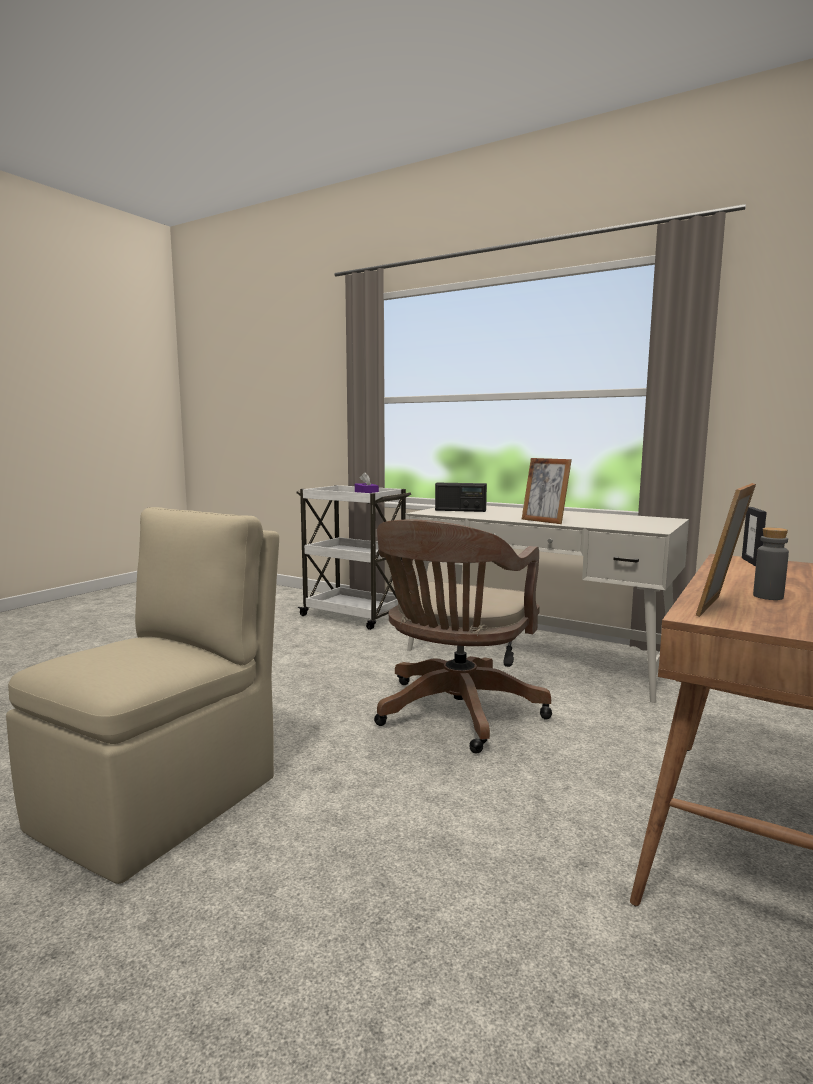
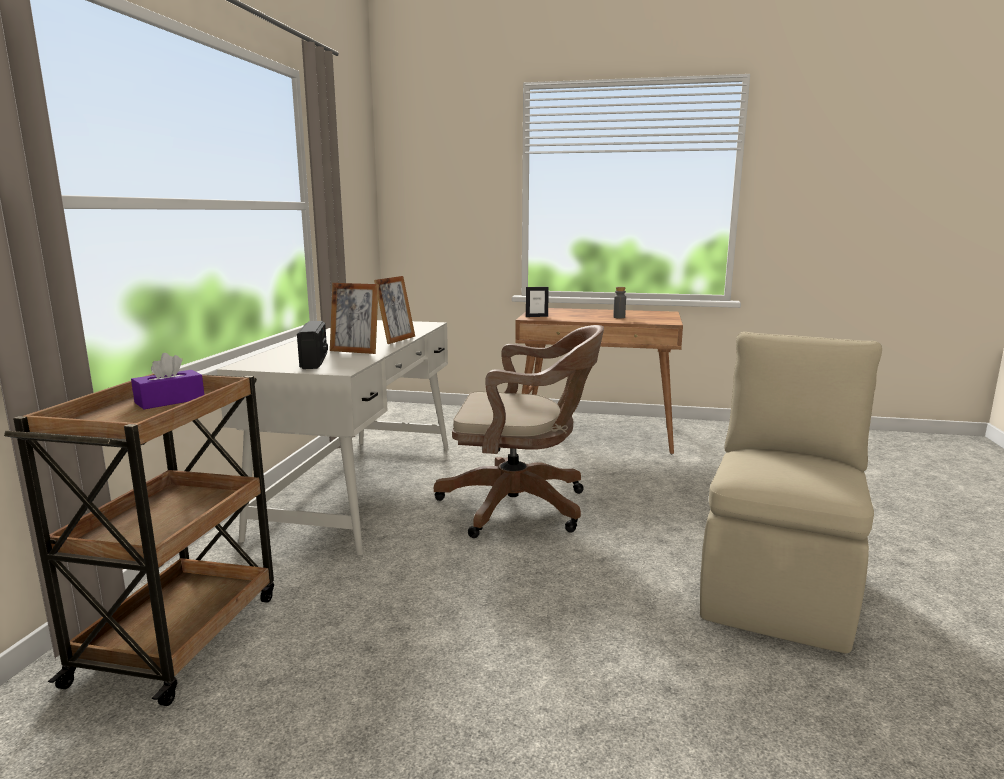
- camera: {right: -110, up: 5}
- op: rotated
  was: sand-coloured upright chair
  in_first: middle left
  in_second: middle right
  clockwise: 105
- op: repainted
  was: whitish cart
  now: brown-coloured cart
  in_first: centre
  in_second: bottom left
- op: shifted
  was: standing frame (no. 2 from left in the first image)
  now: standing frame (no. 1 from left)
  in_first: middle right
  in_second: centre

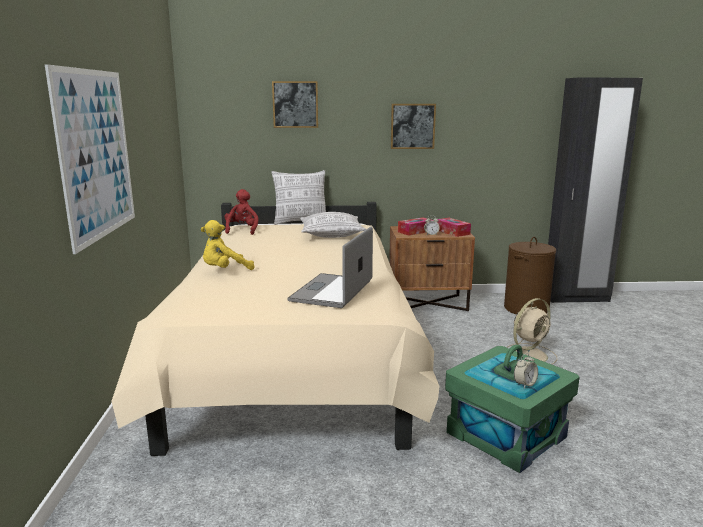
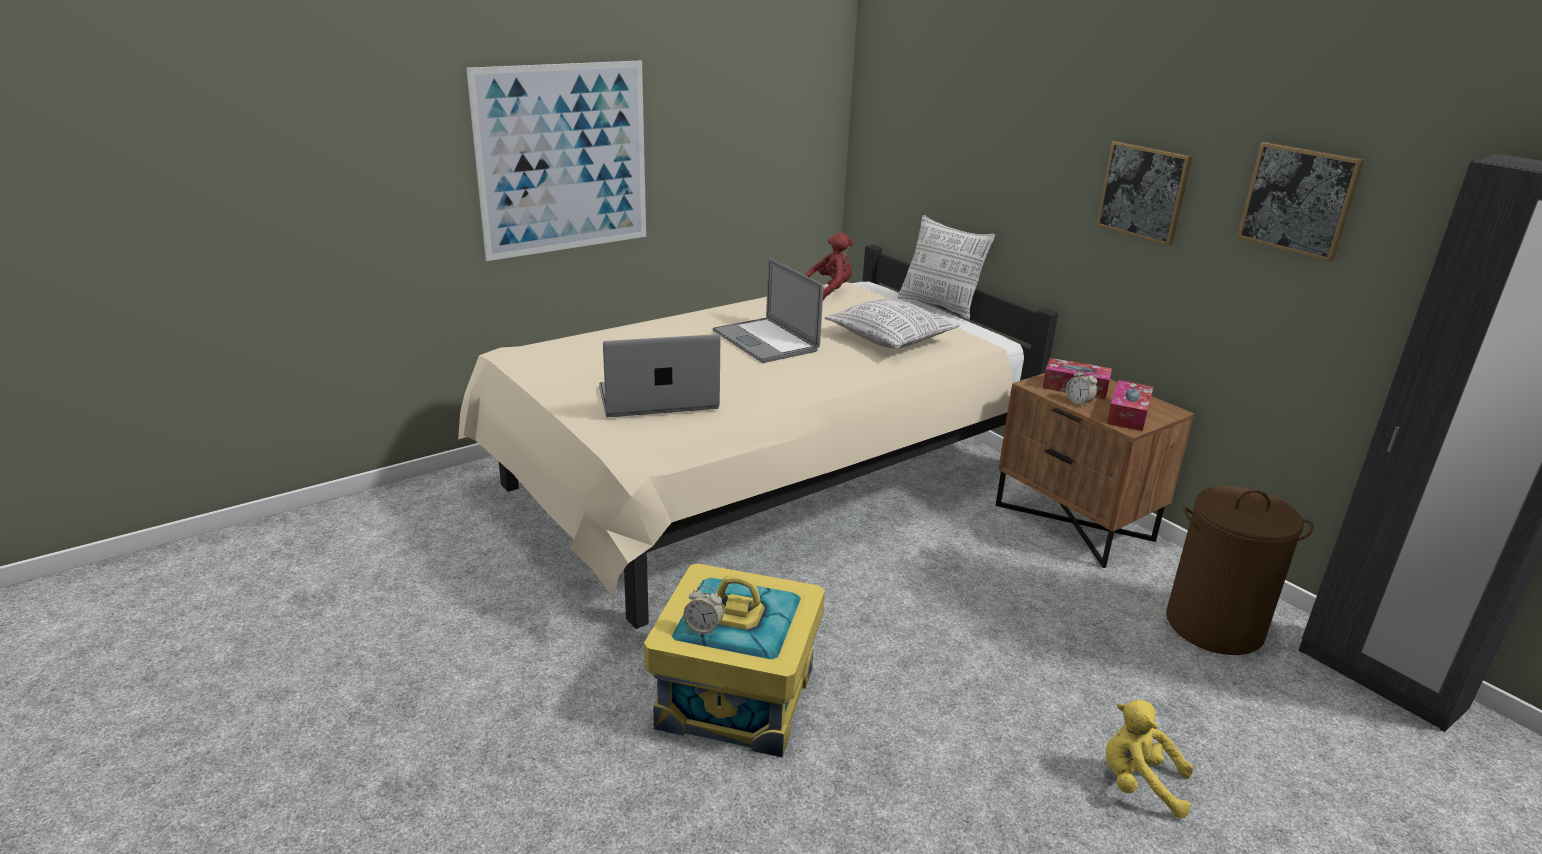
- camera: {right: 55, up: 10}
- op: shifted
  was: yellowish cuddly toy
  in_first: middle left
  in_second: bottom right
- op: shifted
  was: picture (no. 2 from left in the first image)
  now: picture (no. 3 from left)
  in_first: top centre
  in_second: top right
- op: repainted
  was: green-coloured storage container
  now: yellowish storage container
  in_first: bottom right
  in_second: bottom centre
- op: gone
  was: sand-coloured cooling fan
  in_first: middle right
- op: new
  now: laptop (no. 2 from left)
  in_second: centre

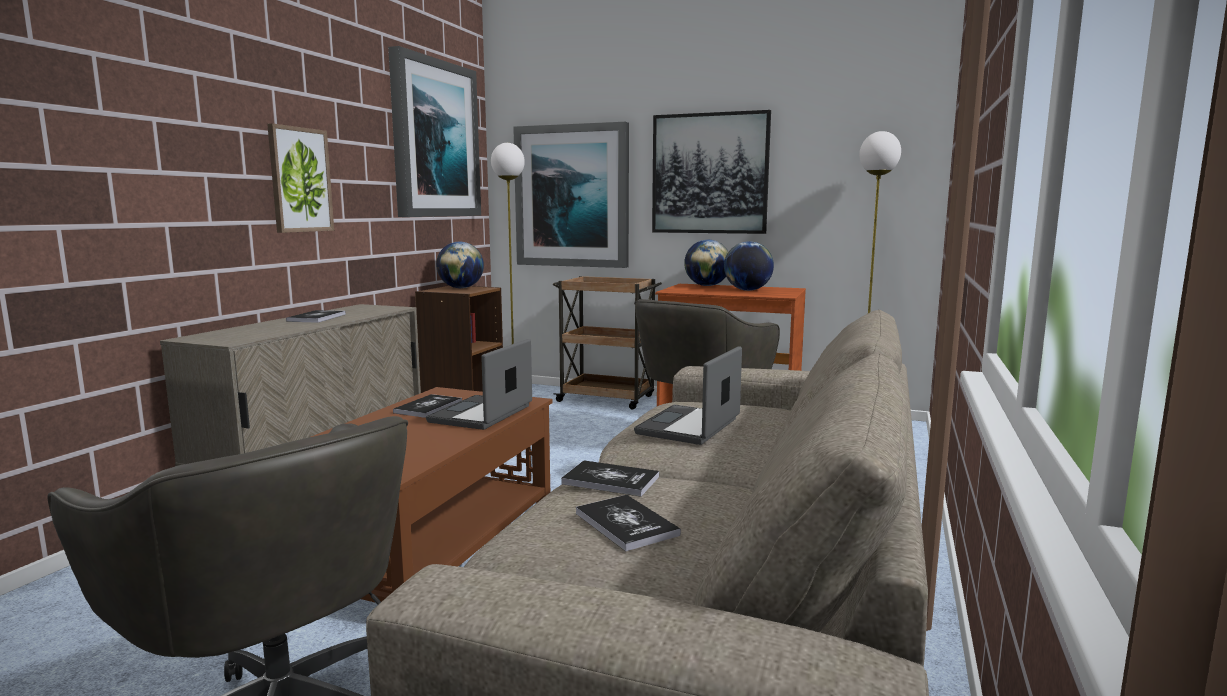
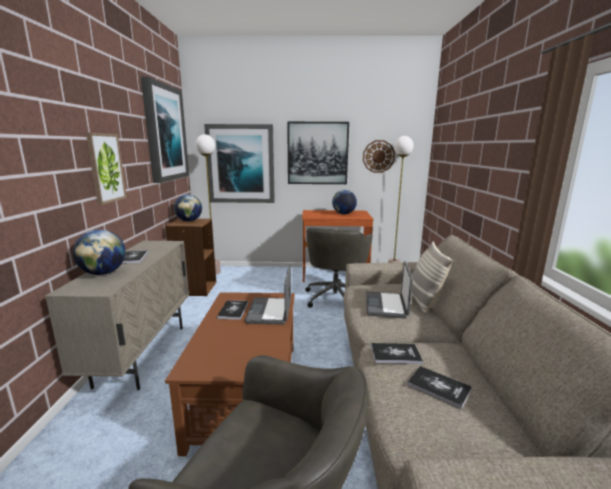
- camera: {right: -20, up: 5}
- op: gone
  was: brown-coloured cart
  in_first: centre
- op: shifted
  was: world globe (no. 2 from left in the first image)
  now: world globe (no. 1 from left)
  in_first: centre
  in_second: middle left
- op: new
  now: wall clock
  in_second: top centre
- op: new
  now: throw pillow
  in_second: middle right

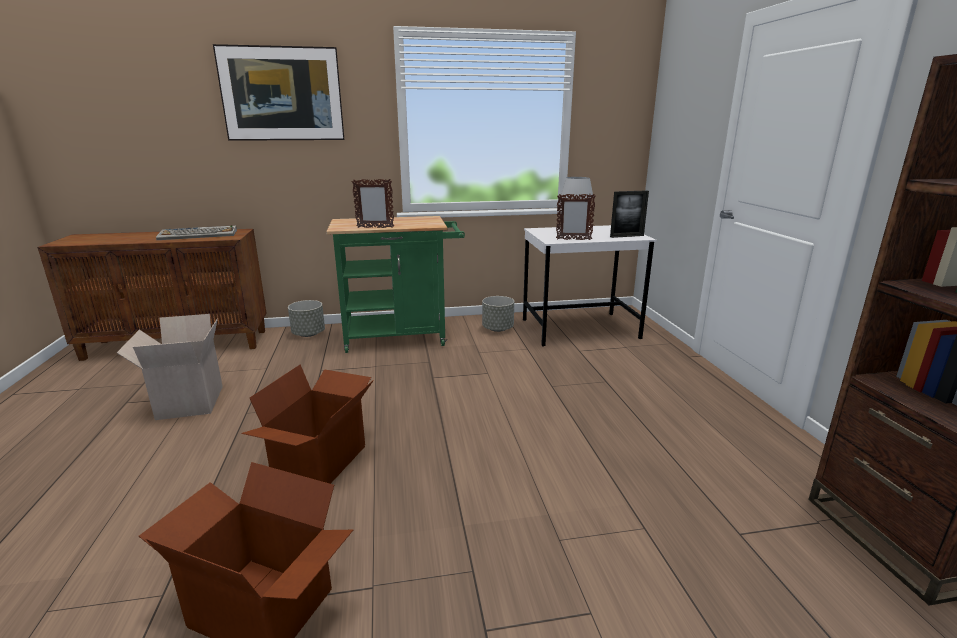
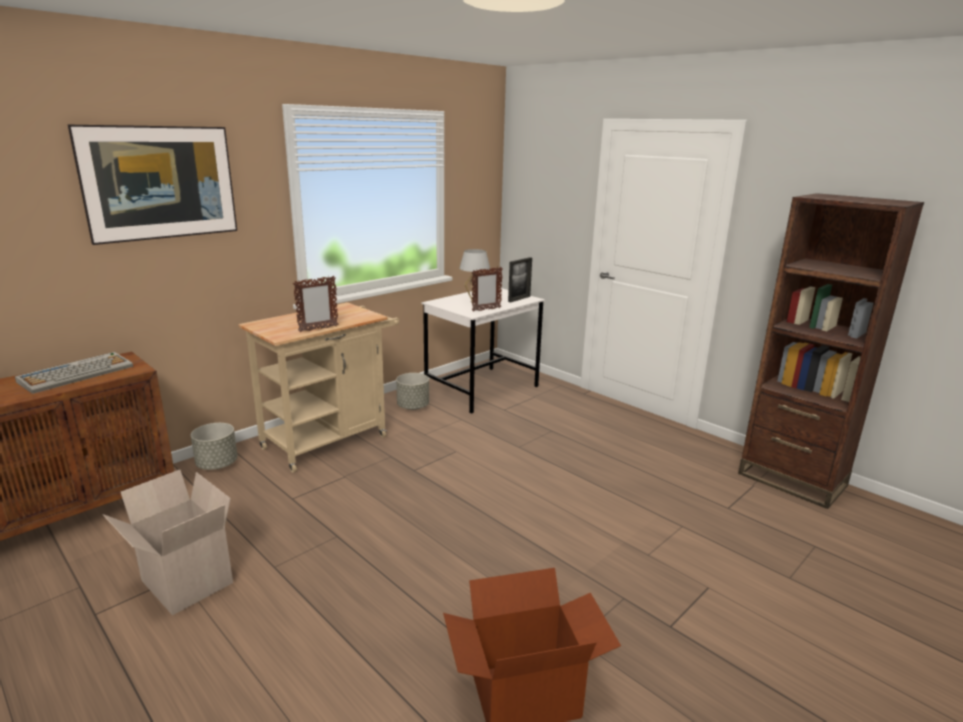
- camera: {right: -35, up: 0}
- op: gone
  was: cardboard box (no. 3 from left)
  in_first: middle left
- op: repainted
  was: green-coloured cart
  now: sand-coloured cart
  in_first: centre
  in_second: middle left

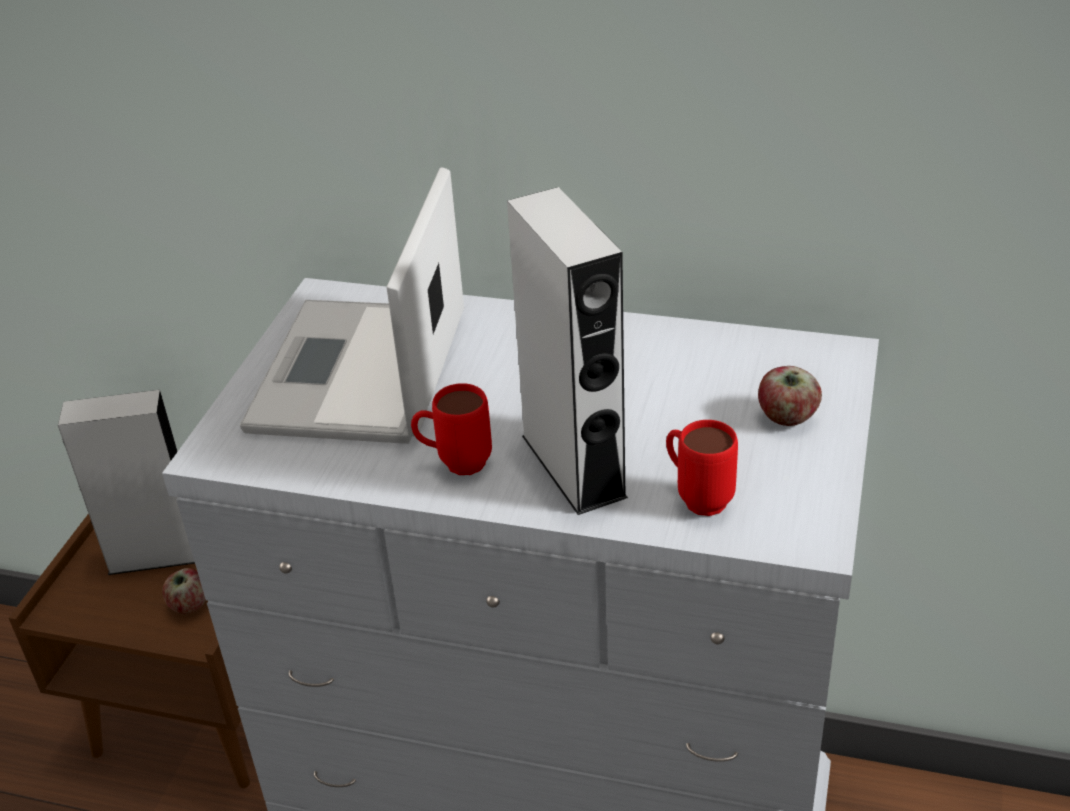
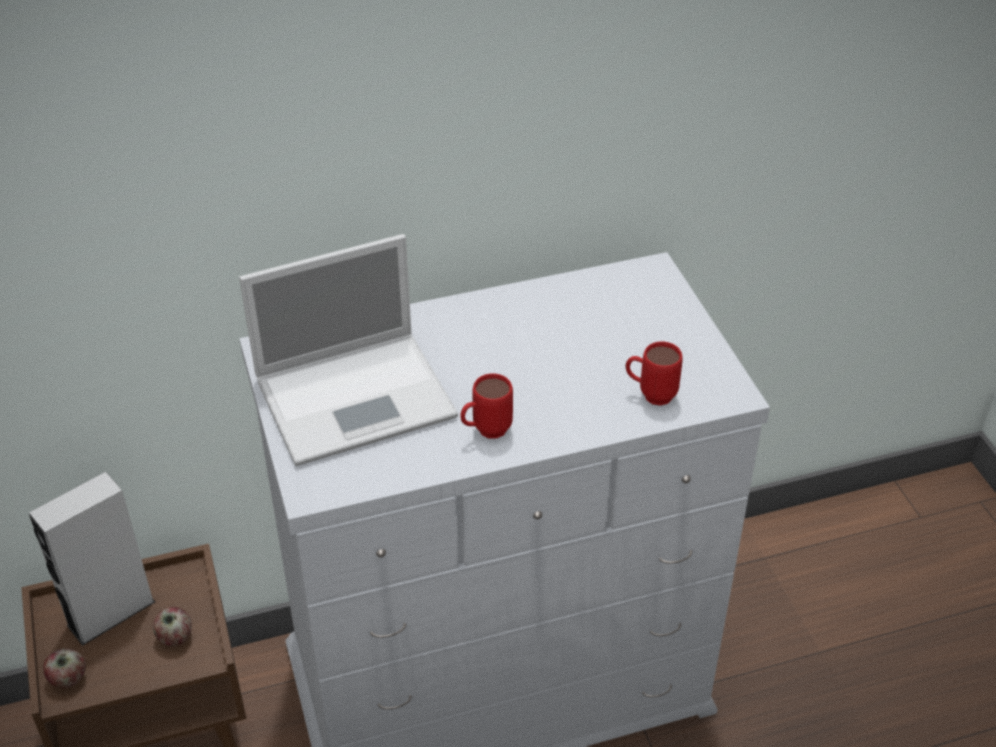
- camera: {right: -35, up: 5}
- op: rotated
  was: laptop
  in_first: middle left
  in_second: centre
  clockwise: -90
- op: gone
  was: gray audio speaker (no. 2 from left)
  in_first: centre
- op: shifted
  was: apple fruit (no. 2 from left in the first image)
  now: apple fruit (no. 1 from left)
  in_first: middle right
  in_second: bottom left

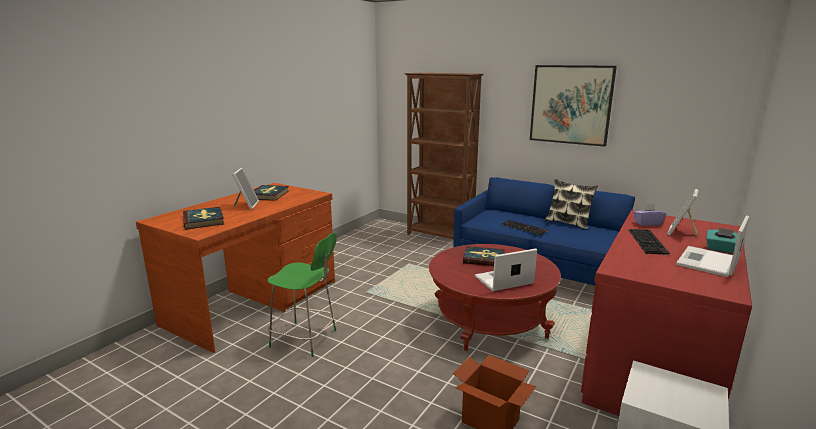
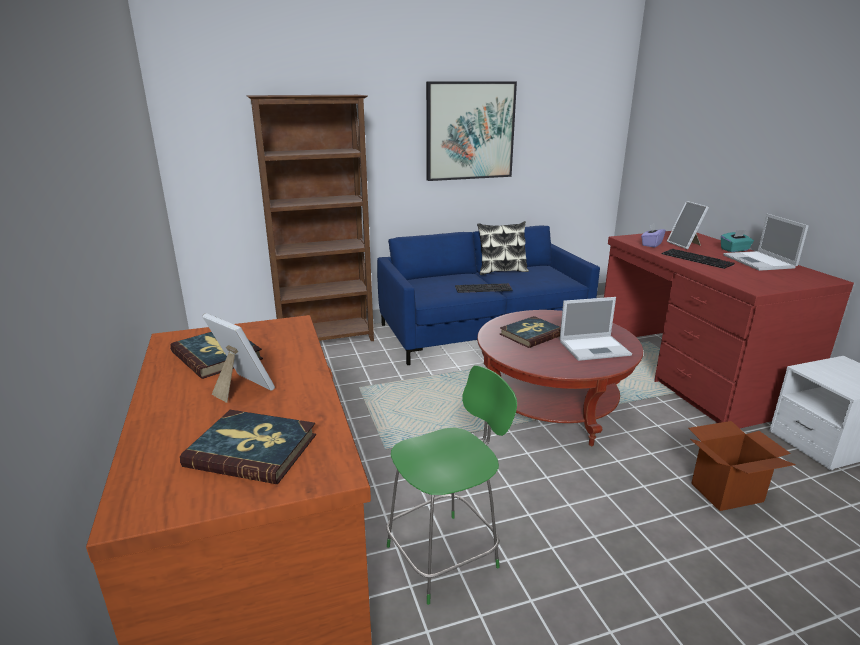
- camera: {right: -50, up: 5}
- op: rotated
  was: laptop (no. 1 from left)
  in_first: centre
  in_second: middle right
  clockwise: -120

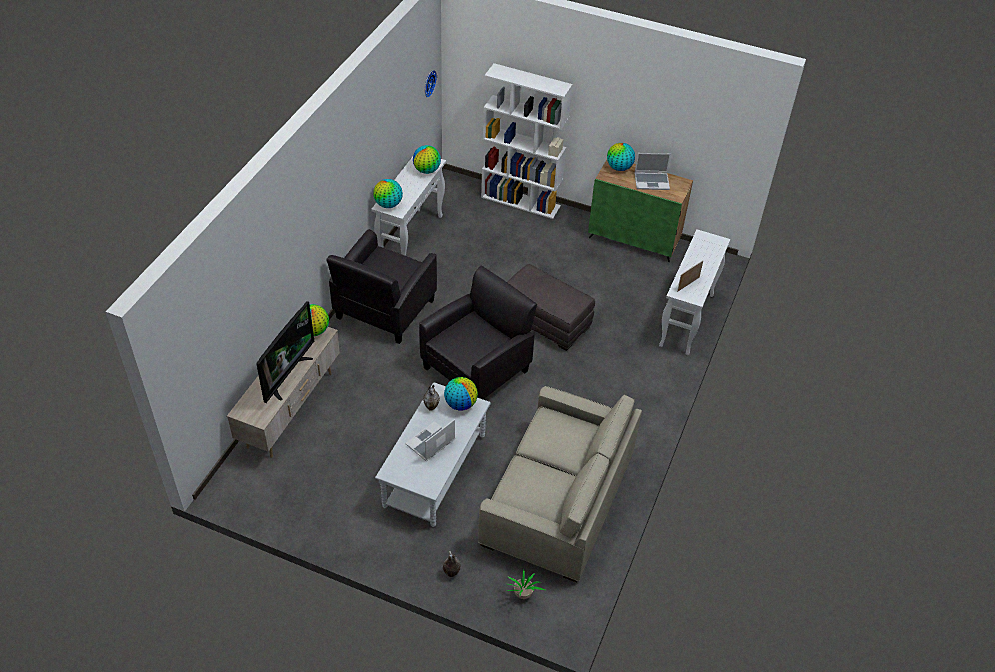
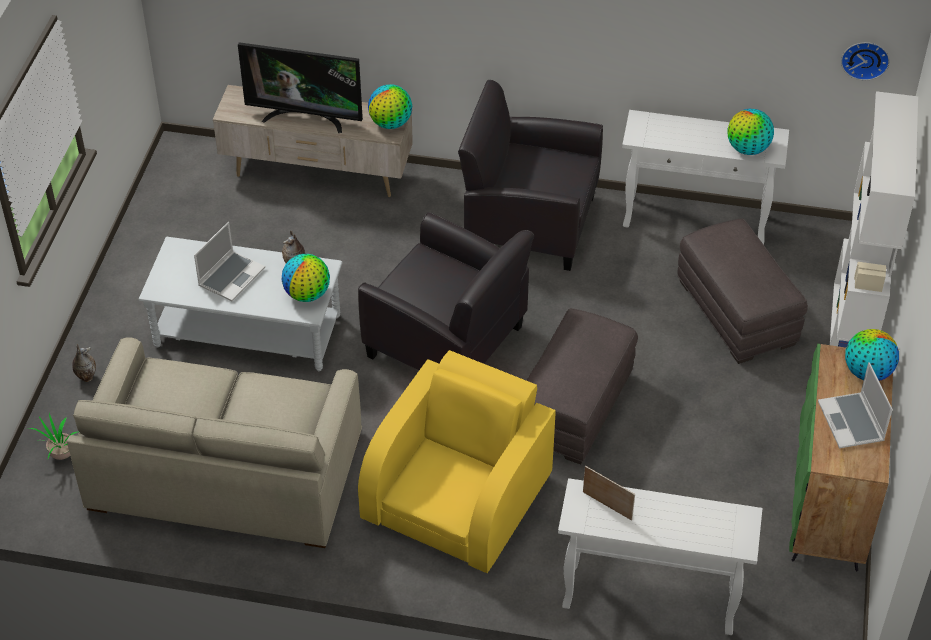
- camera: {right: 80, up: 0}
- op: gone
  was: world globe (no. 2 from left)
  in_first: top centre
- op: rotated
  was: laptop (no. 1 from left)
  in_first: centre
  in_second: middle left
  clockwise: 90
- op: new
  now: yellowish armchair
  in_second: bottom centre
- op: new
  now: gray ottoman (no. 2 from left)
  in_second: middle right

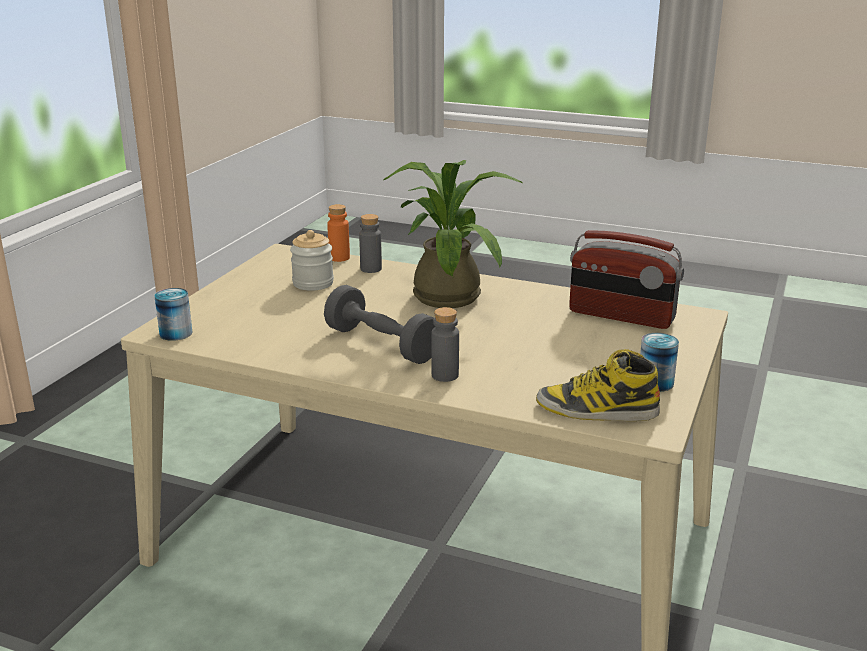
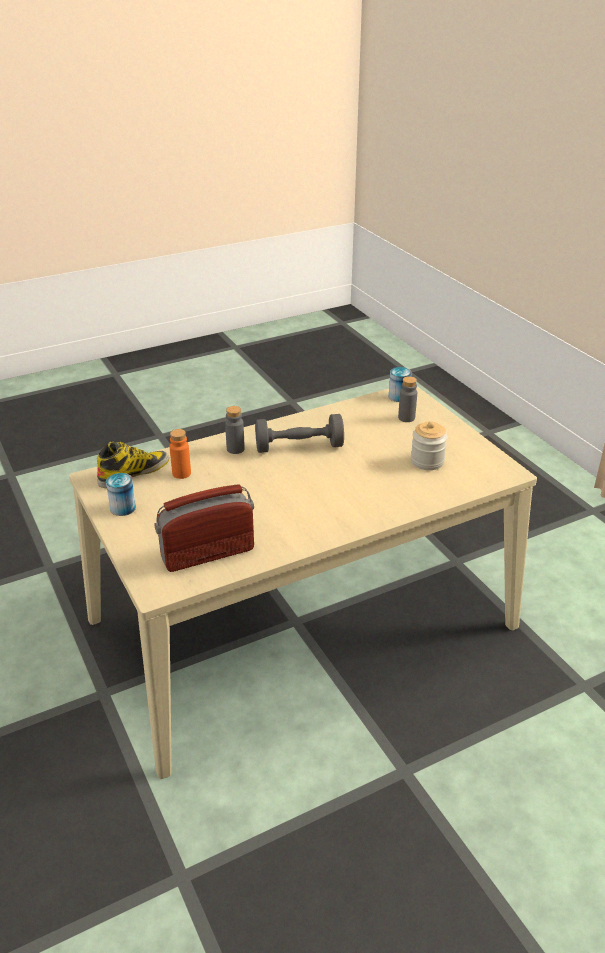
- camera: {right: 130, up: 10}
- op: shifted
  was: orangey drink bottle
  in_first: centre
  in_second: middle left
- op: shifted
  was: gray drink bottle (no. 1 from left in the first image)
  now: gray drink bottle (no. 2 from left)
  in_first: centre
  in_second: middle right
- op: gone
  was: houseplant
  in_first: centre

